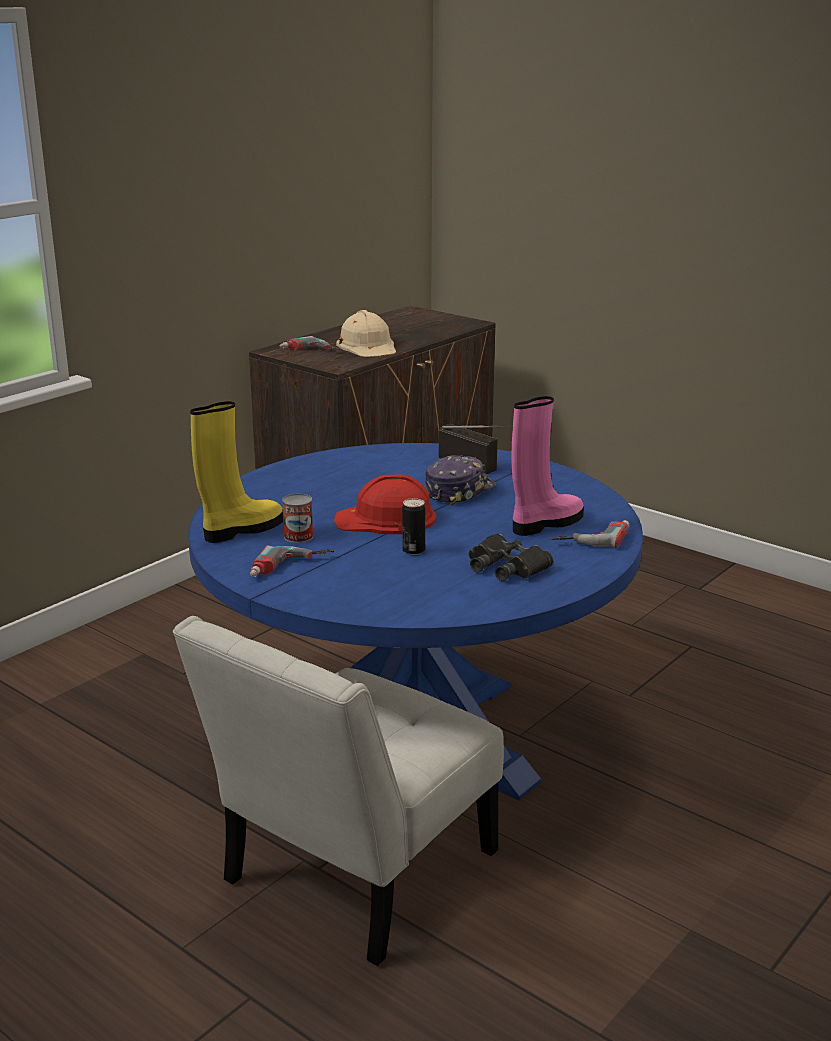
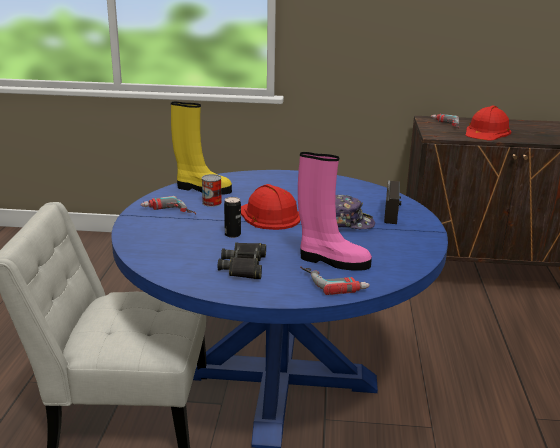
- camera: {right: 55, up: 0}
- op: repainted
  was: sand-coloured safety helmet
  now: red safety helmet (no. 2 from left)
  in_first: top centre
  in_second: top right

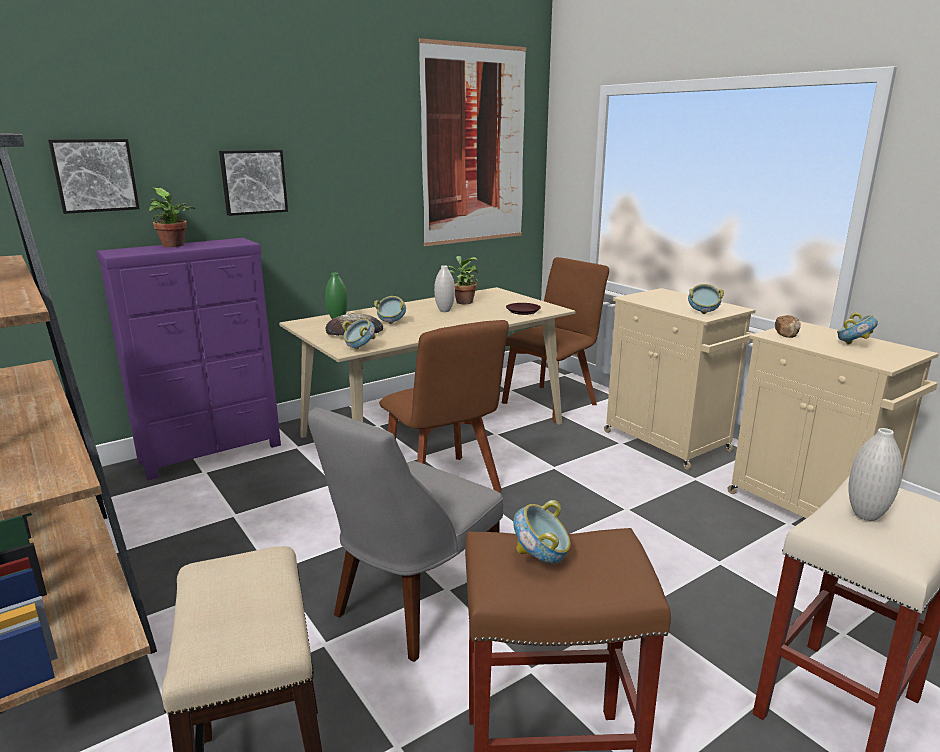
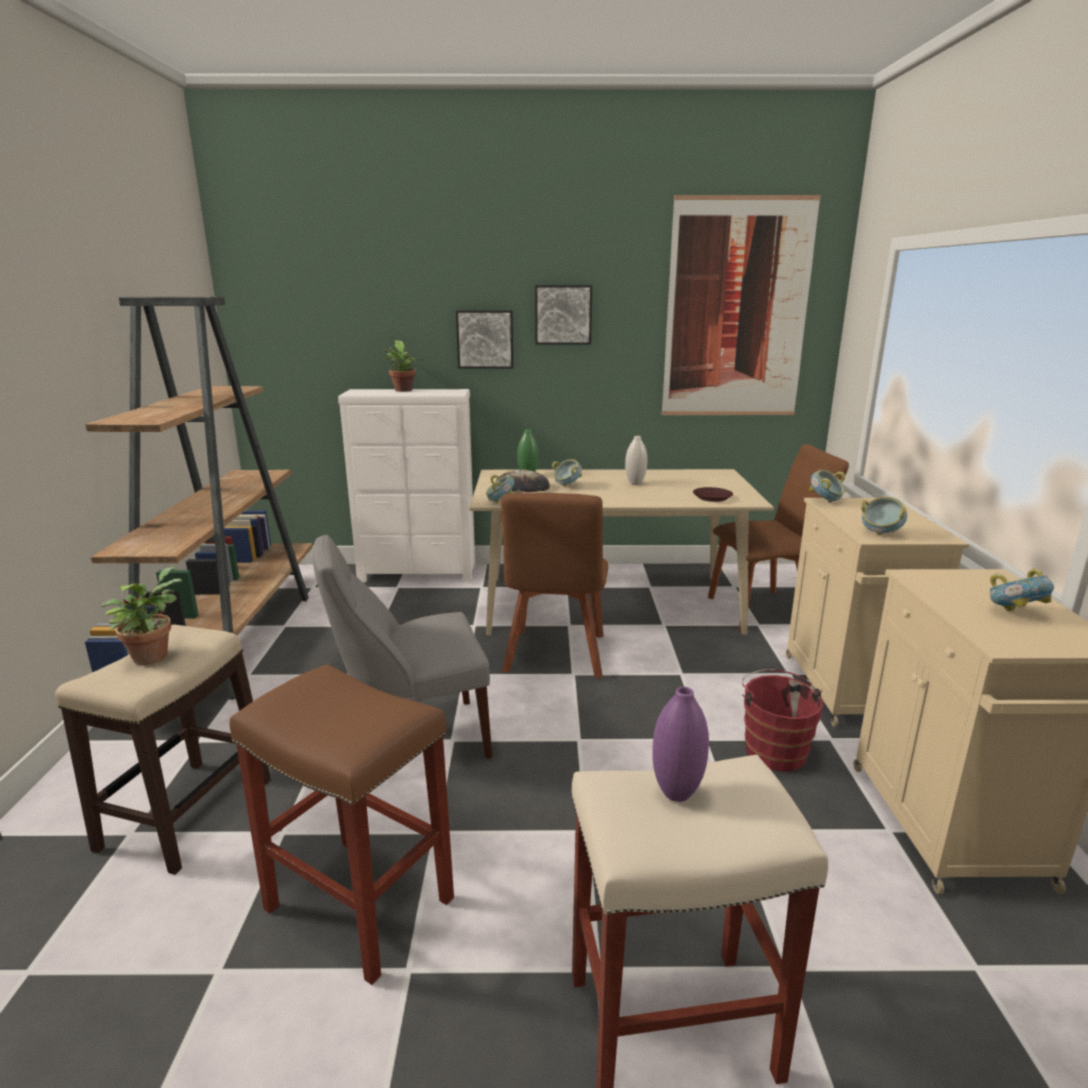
- camera: {right: 35, up: 0}
- op: shifted
  was: picture (no. 1 from left in the first image)
  now: picture (no. 2 from left)
  in_first: top left
  in_second: top centre
- op: repainted
  was: purplish dresser
  now: whitish dresser
  in_first: middle left
  in_second: centre
- op: shifted
  was: houseplant (no. 2 from left in the first image)
  now: houseplant (no. 1 from left)
  in_first: centre
  in_second: middle left
- op: shifted
  was: deep dish (no. 3 from left)
  in_first: bottom centre
  in_second: middle right
- op: gone
  was: bakery bread (no. 2 from left)
  in_first: middle right
- op: repainted
  was: whitish decorative vase (no. 2 from left)
  now: purplish decorative vase
  in_first: middle right
  in_second: bottom centre
- op: new
  now: red water bucket
  in_second: middle right

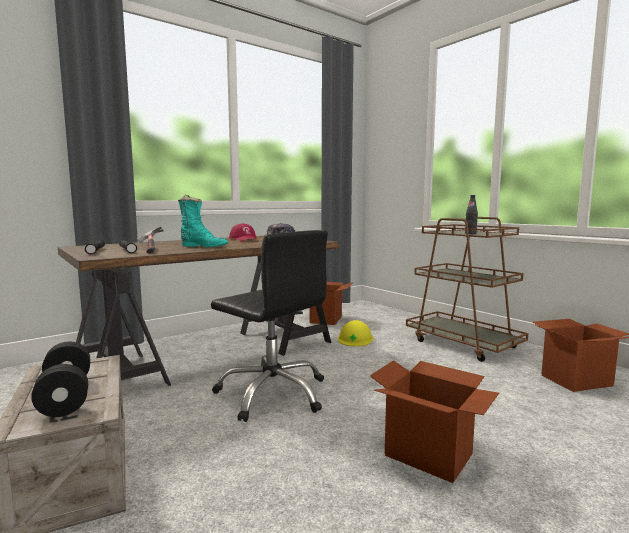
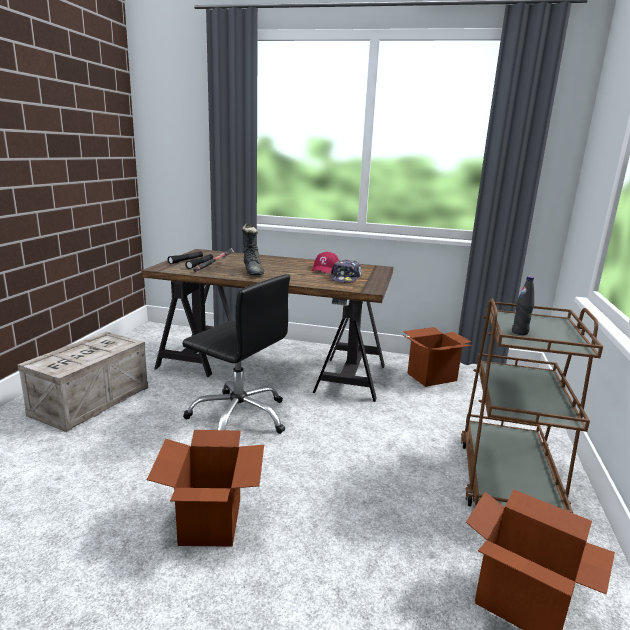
- camera: {right: 50, up: 10}
- op: gone
  was: blackish hand weight
  in_first: bottom left
- op: repainted
  was: turquoise tall boot
  now: blackish tall boot
  in_first: middle left
  in_second: centre
- op: rotated
  was: blackish computer chair
  in_first: centre
  in_second: centre
  clockwise: -60
- op: gone
  was: yellowish safety helmet
  in_first: centre

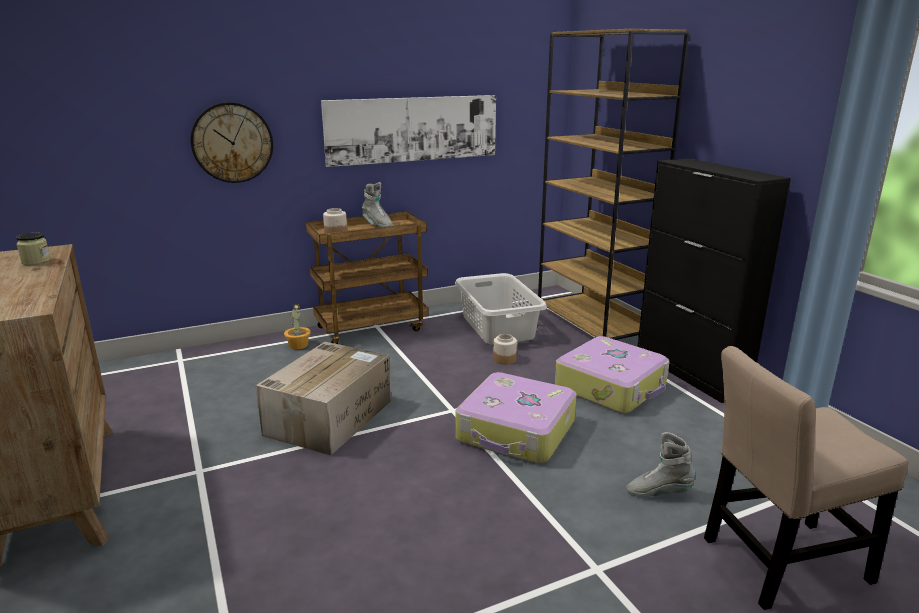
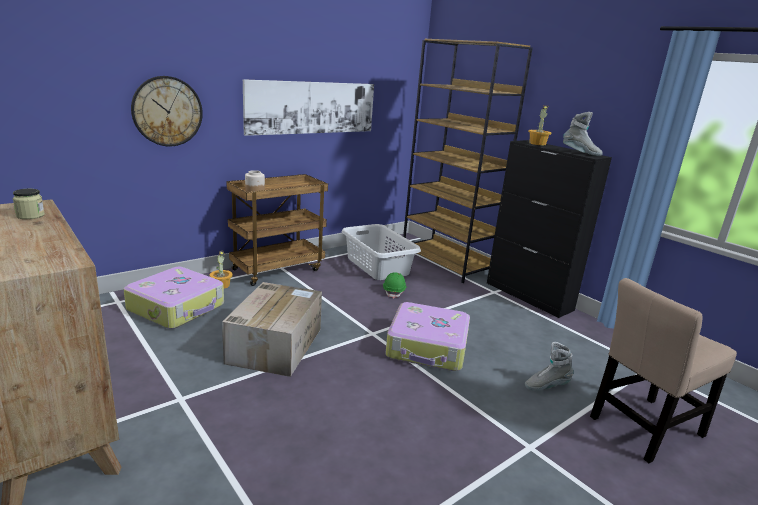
- camera: {right: -15, up: 0}
- op: shifted
  was: gray tall boot (no. 1 from left in the first image)
  now: gray tall boot (no. 2 from left)
  in_first: top centre
  in_second: top right
- op: swapped
  was: jar (no. 3 from left)
  now: green-coloured safety helmet
  in_first: centre
  in_second: centre
- op: shifted
  was: piece of luggage (no. 2 from left in the first image)
  now: piece of luggage (no. 1 from left)
  in_first: centre
  in_second: middle left
- op: new
  now: houseplant (no. 2 from left)
  in_second: top right

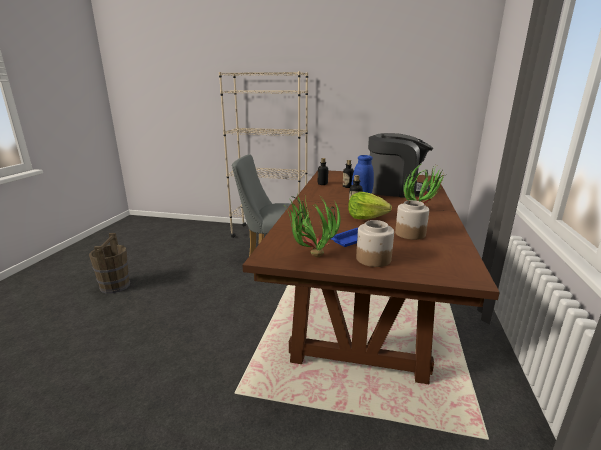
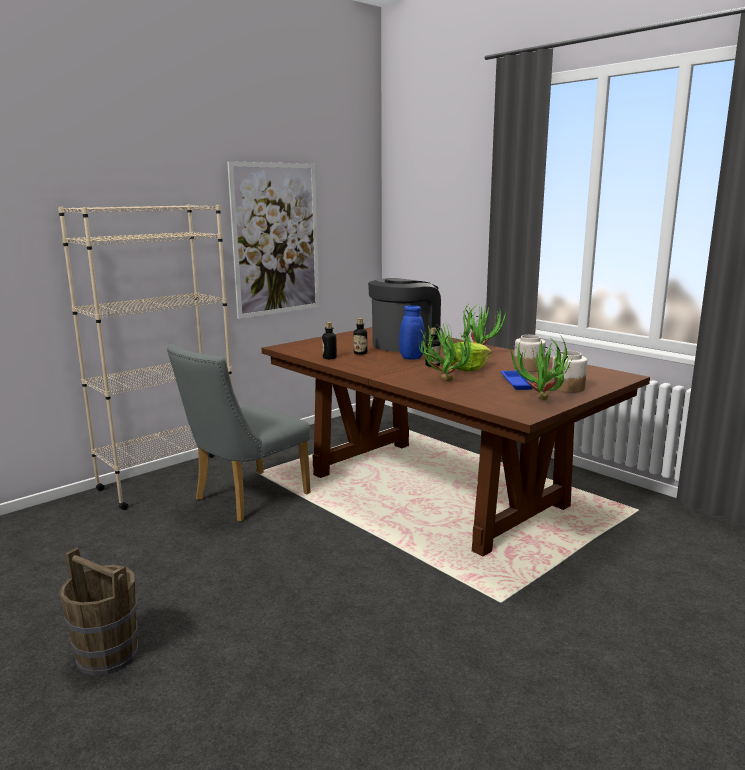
- camera: {right: -55, up: -5}
- op: new
  now: picture
  in_second: top centre
- op: new
  now: houseplant (no. 1 from left)
  in_second: centre

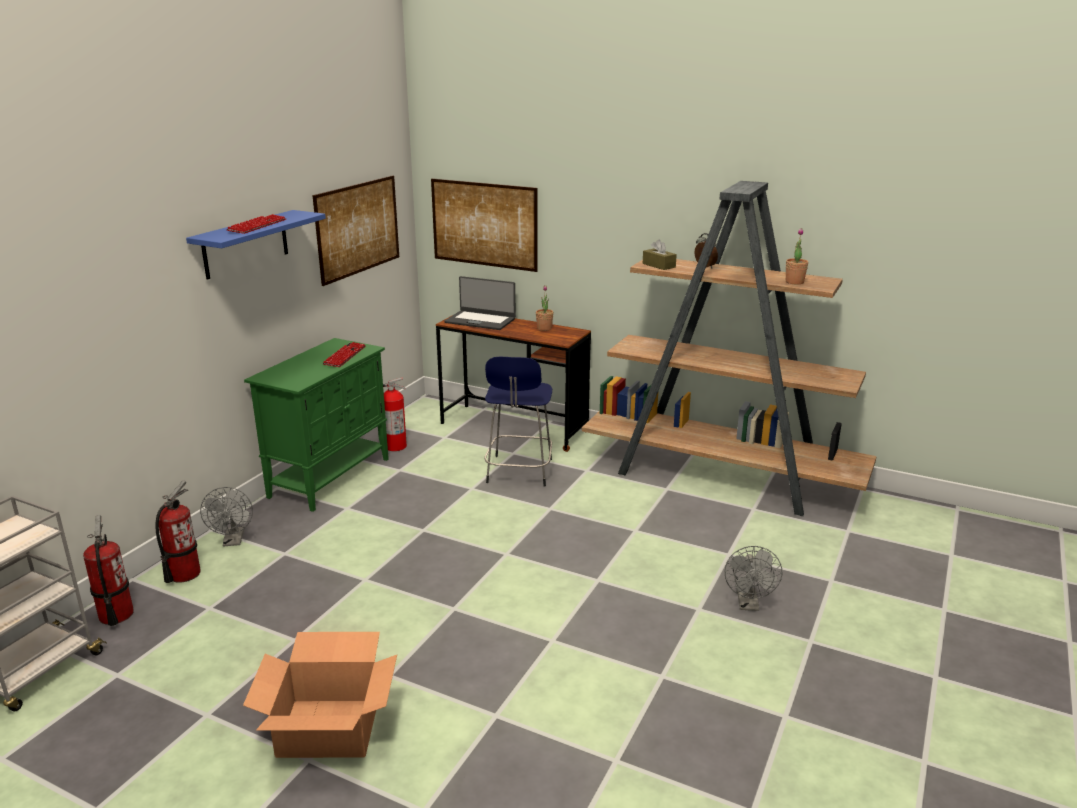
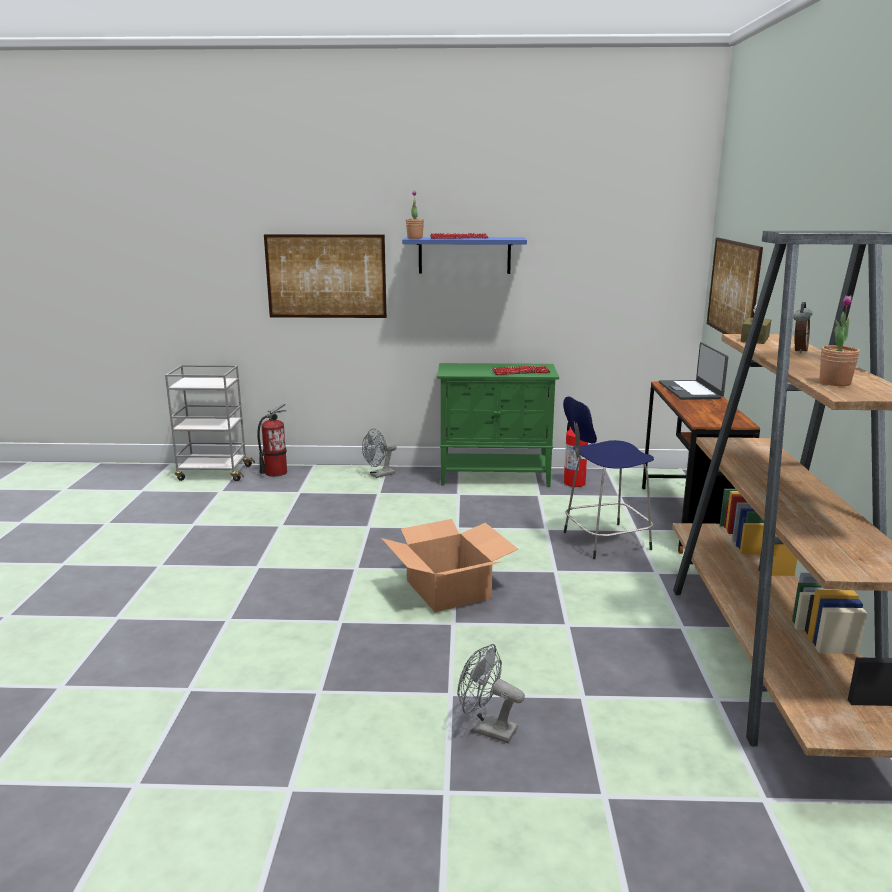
- camera: {right: 65, up: -5}
- op: gone
  was: fire-fighting cylinder (no. 2 from left)
  in_first: middle left
- op: shifted
  was: cardboard box
  in_first: bottom left
  in_second: centre
- op: shifted
  was: picture (no. 1 from left)
  in_first: top left
  in_second: top centre
- op: shifted
  was: houseplant (no. 1 from left)
  in_first: centre
  in_second: top centre
- op: rotated
  was: gray cooling fan (no. 2 from left)
  in_first: bottom right
  in_second: bottom centre
  clockwise: 45

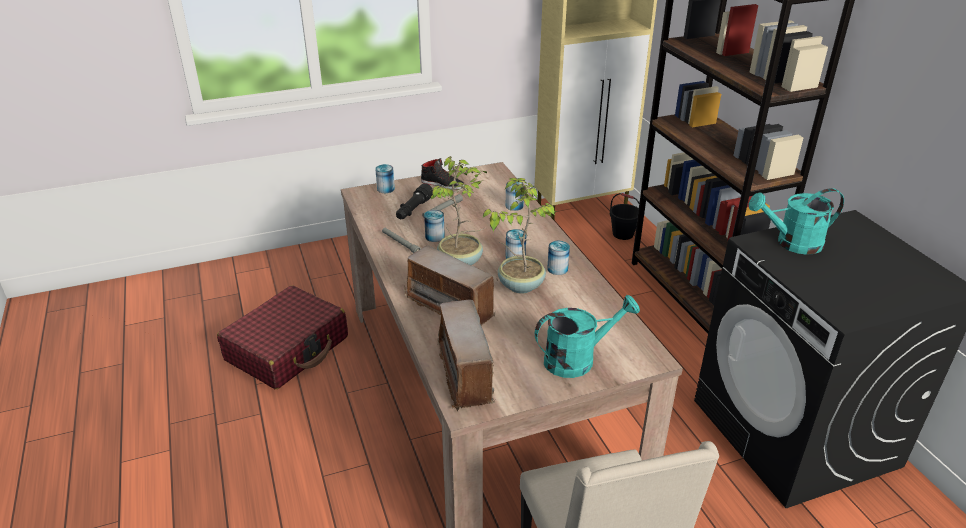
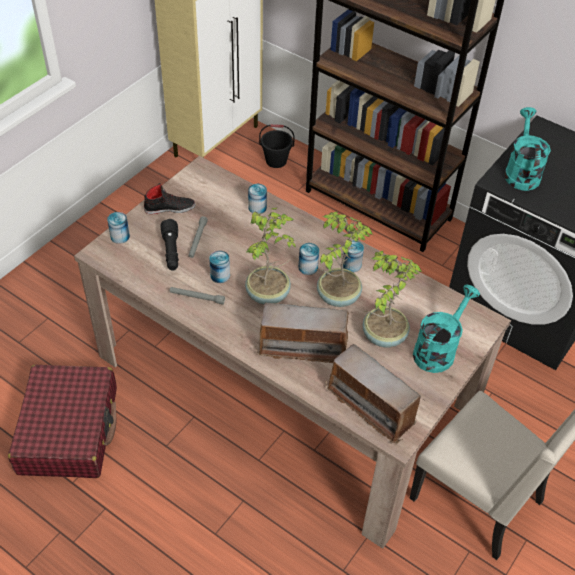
- camera: {right: -35, up: 15}
- op: rotated
  was: turquoise watering can (no. 2 from left)
  in_first: middle right
  in_second: top right
  clockwise: 135
- op: new
  now: houseplant (no. 3 from left)
  in_second: middle right

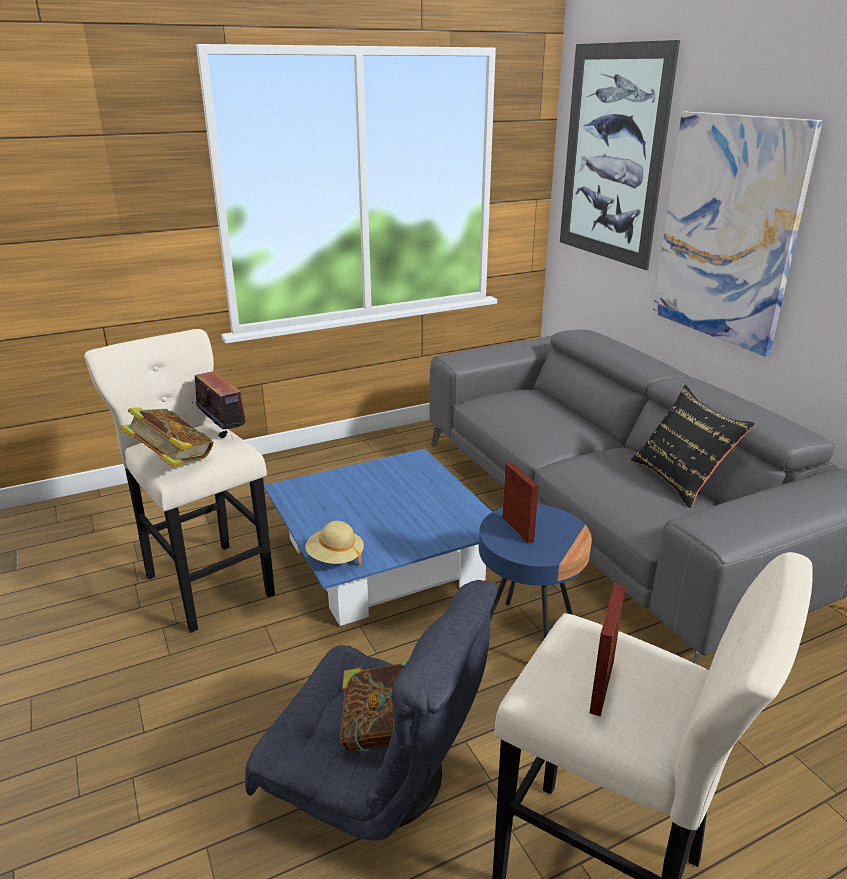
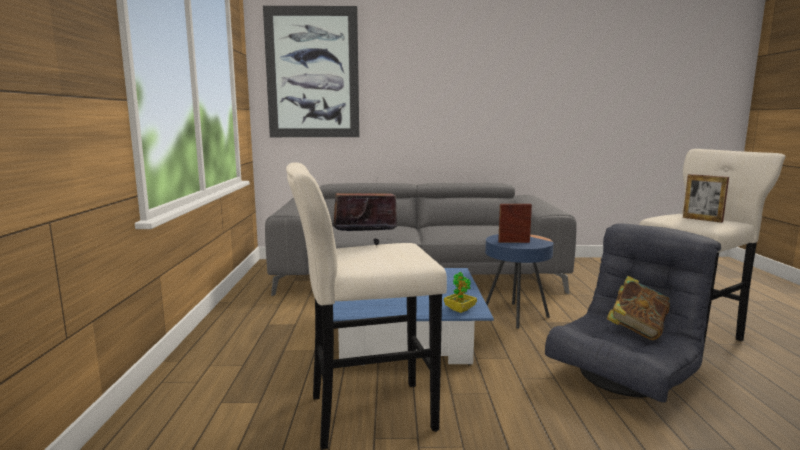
- camera: {right: -65, up: -15}
- op: gone
  was: volume (no. 1 from left)
  in_first: middle left
- op: swapped
  was: sand-coloured hat
  now: houseplant
  in_first: centre
  in_second: centre
- op: gone
  was: blackish throw pillow
  in_first: middle right
- op: gone
  was: picture (no. 2 from left)
  in_first: top right

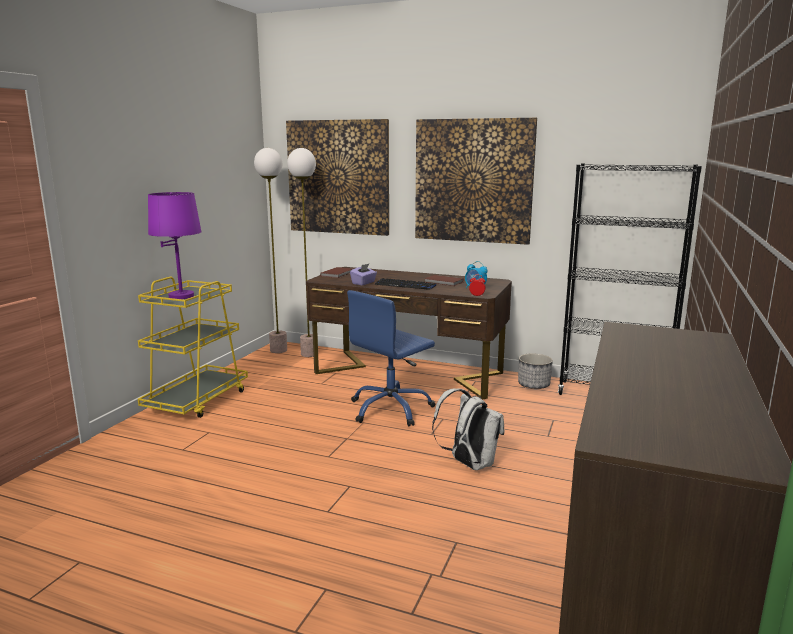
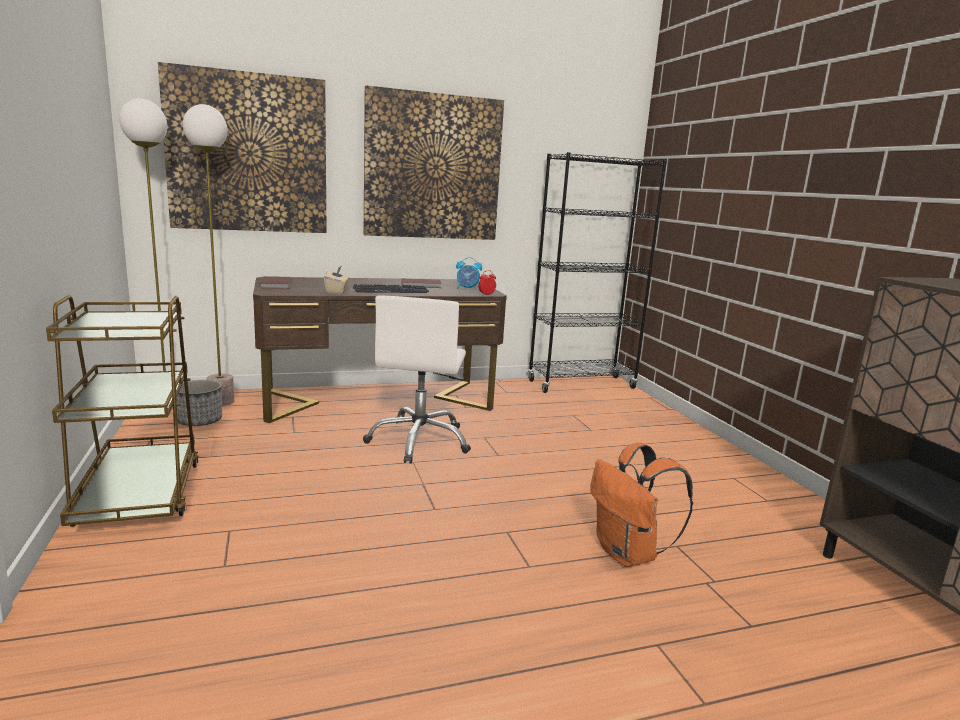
- camera: {right: -40, up: 0}
- op: repainted
  was: yellowish cart
  now: brown-coloured cart
  in_first: middle left
  in_second: middle left
- op: gone
  was: purplish tabletop lamp
  in_first: middle left
- op: repainted
  was: blue-coloured computer chair
  now: whitish computer chair
  in_first: centre
  in_second: centre
- op: repainted
  was: purplish tissue holder
  now: sand-coloured tissue holder
  in_first: centre
  in_second: centre
- op: gone
  was: whitish knapsack
  in_first: bottom centre
- op: shifted
  was: flower pot
  in_first: middle right
  in_second: middle left
- op: new
  now: orangey knapsack
  in_second: bottom right

